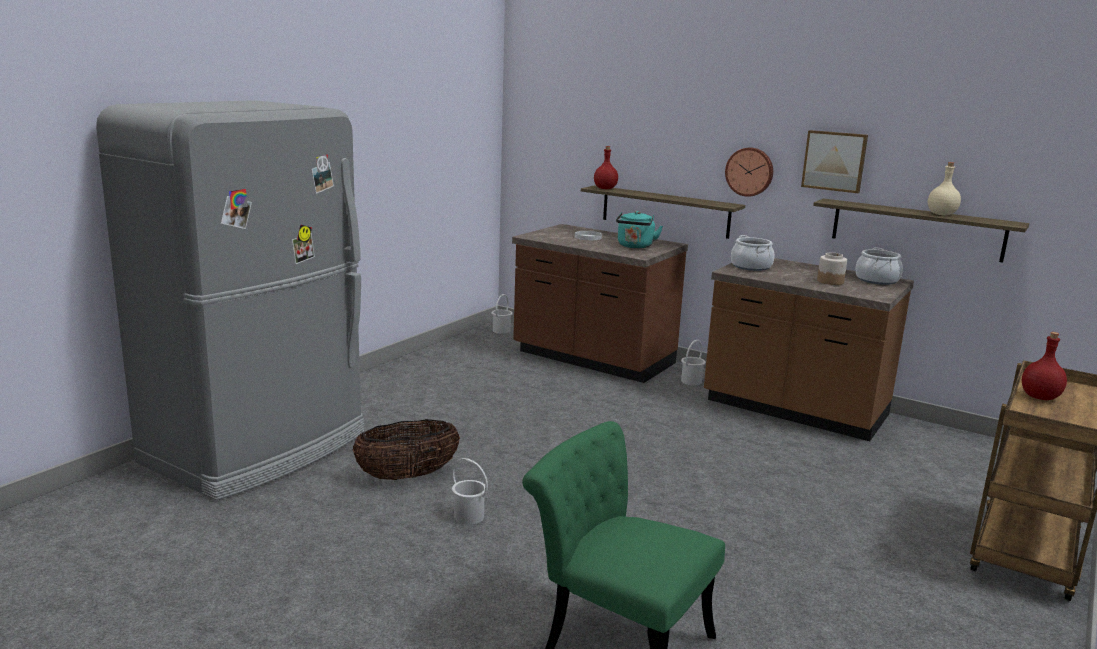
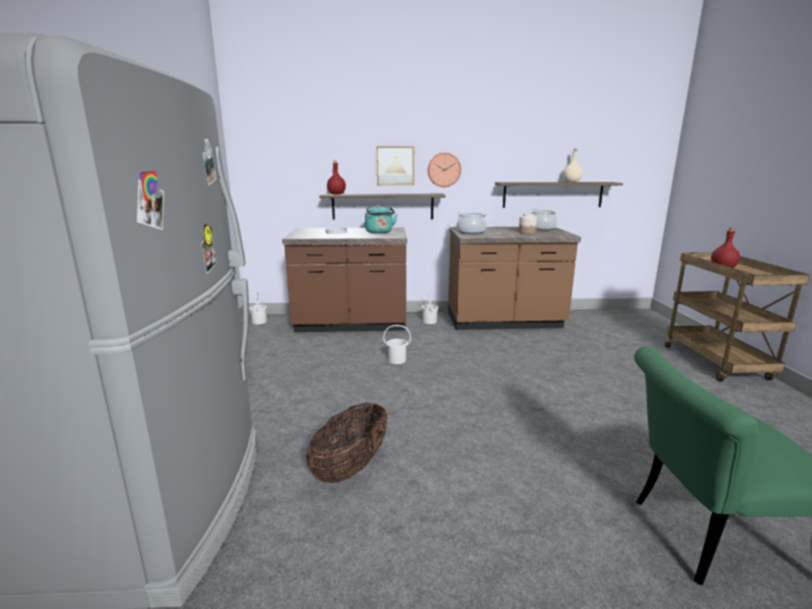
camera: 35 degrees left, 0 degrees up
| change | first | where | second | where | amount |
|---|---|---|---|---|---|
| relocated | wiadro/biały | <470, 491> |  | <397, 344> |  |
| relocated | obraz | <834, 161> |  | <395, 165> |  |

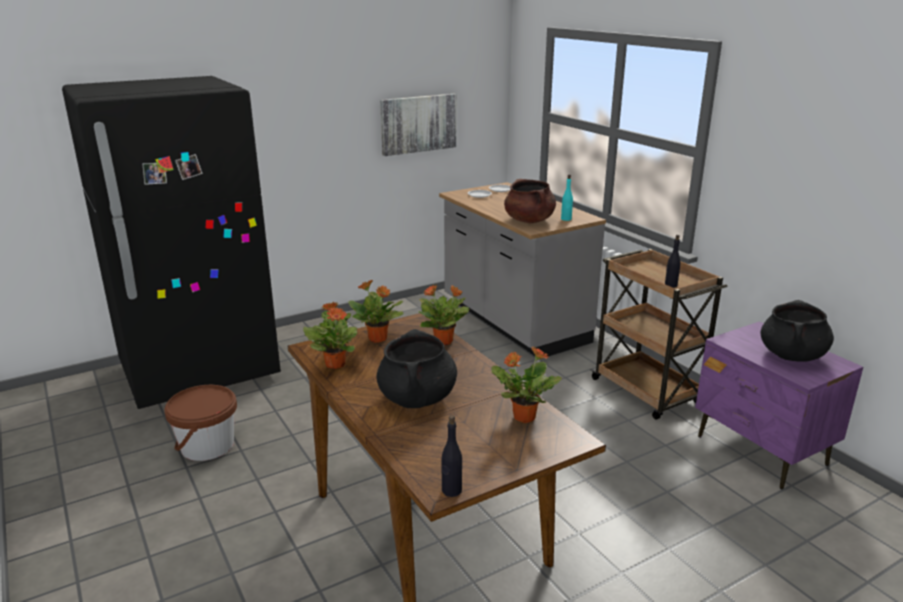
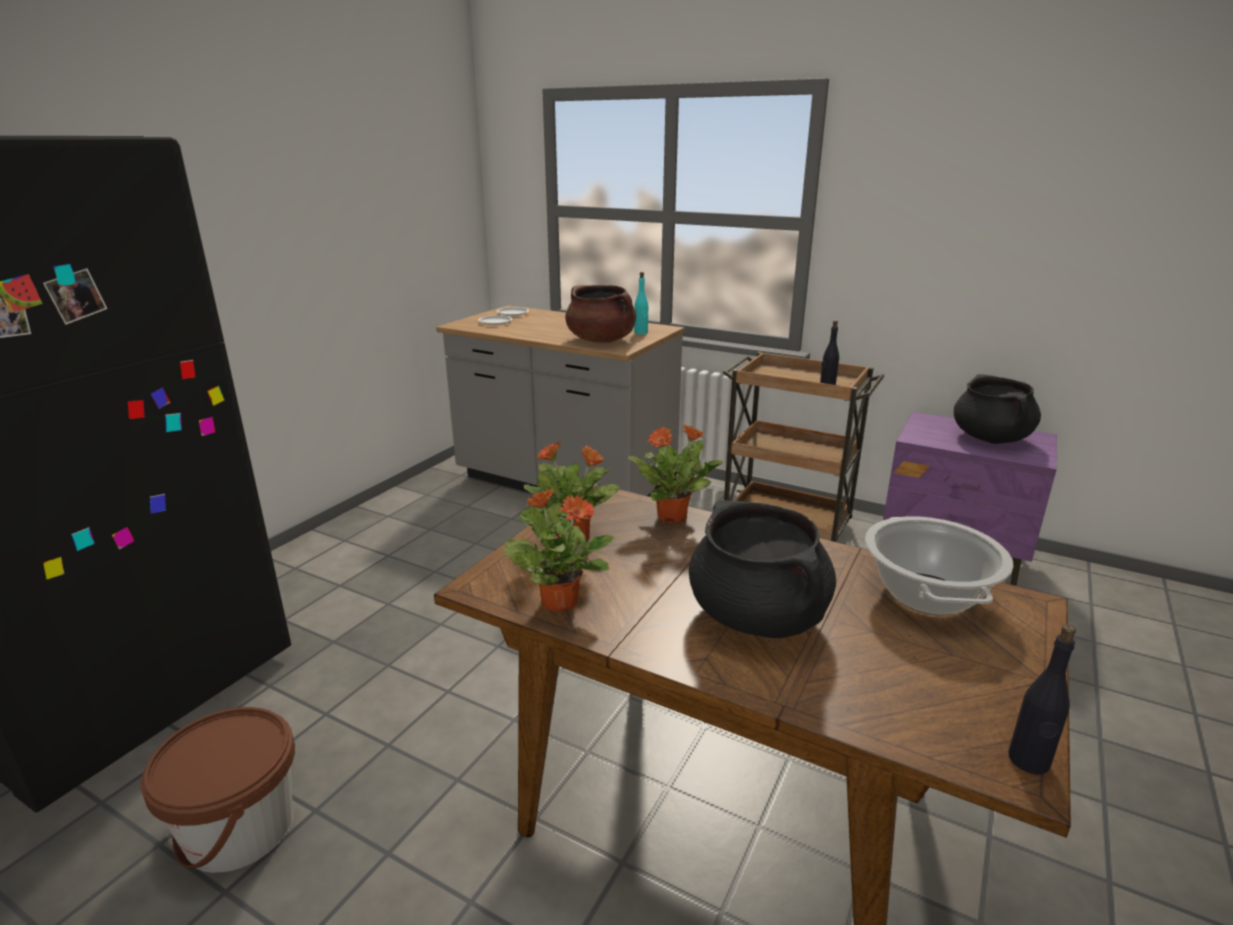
camera: 30 degrees left, 0 degrees up
| change | first | where | second | where | amount |
|---|---|---|---|---|---|
| missing | obraz | <418, 125> |  |  |  |
| exchanged | roślina doniczkowa | <526, 385> | garnek | <939, 565> |  |

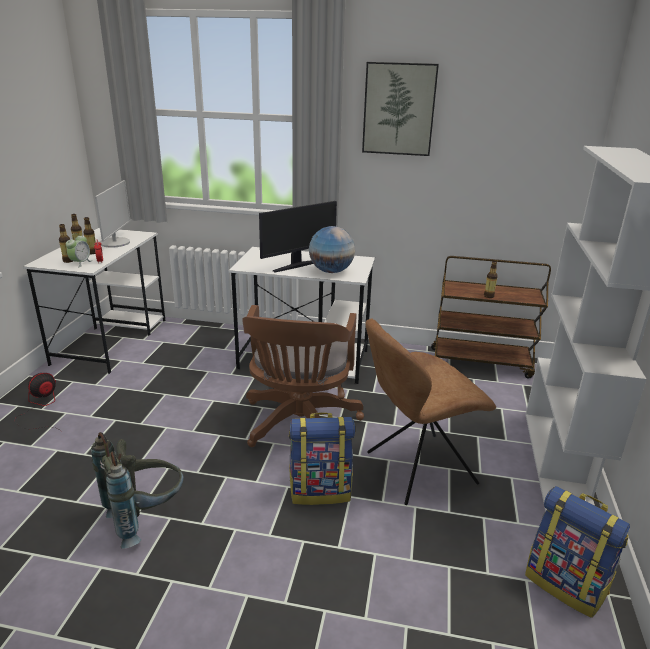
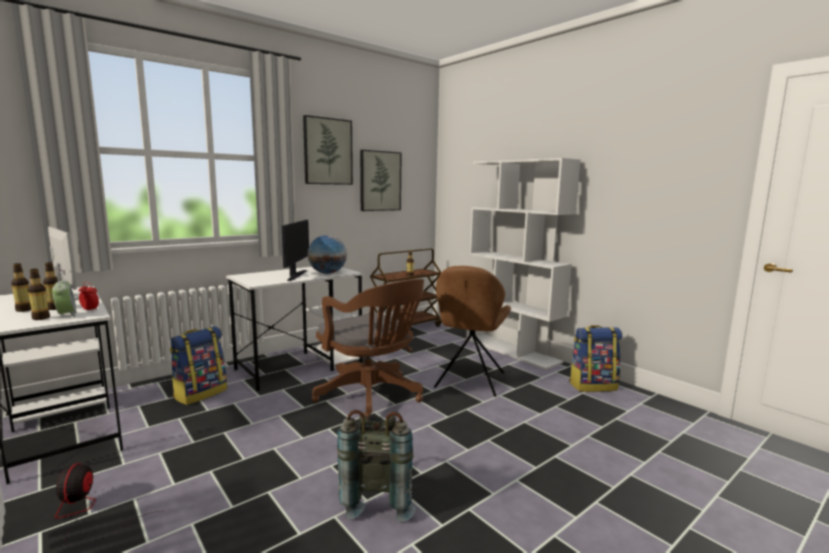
camera: 50 degrees left, 15 degrees down
| change | first | where | second | where | amount |
|---|---|---|---|---|---|
| appeared |  |  | obraz | <381, 180> |  |
| relocated | plecak | <322, 458> |  | <198, 365> |  |

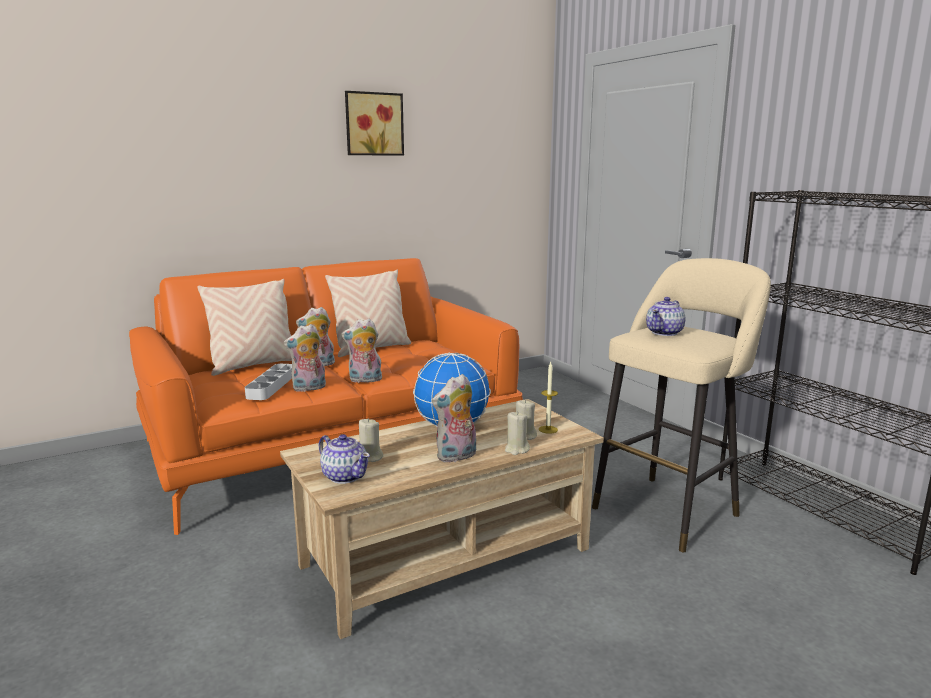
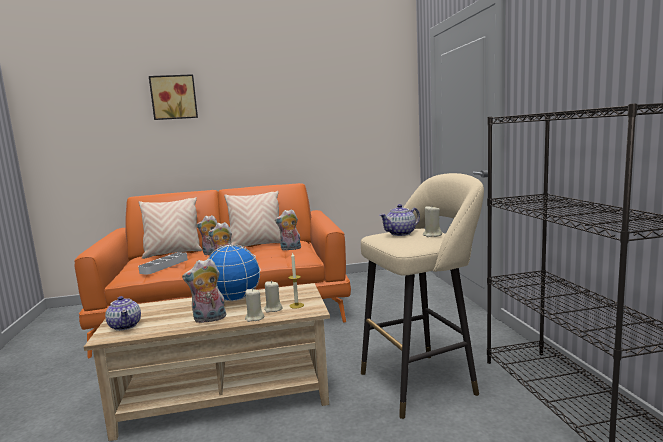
camera: 20 degrees right, 5 degrees down
| change | first | where | second | where | amount |
|---|---|---|---|---|---|
| relocated | pluszak | <305, 358> |  | <288, 230> |  |
| relocated | obraz | <374, 123> |  | <173, 97> |  |
| relocated | świeca/beżowy | <371, 440> |  | <432, 221> |  |

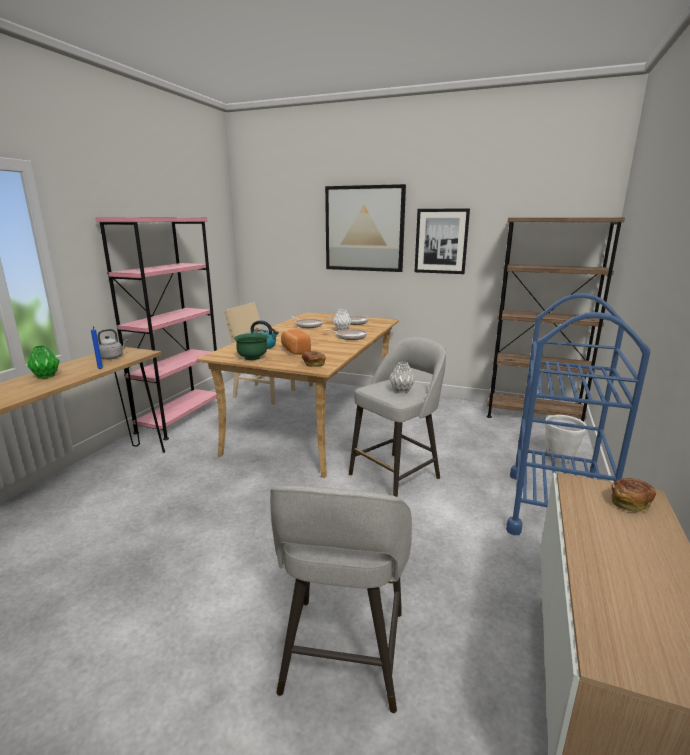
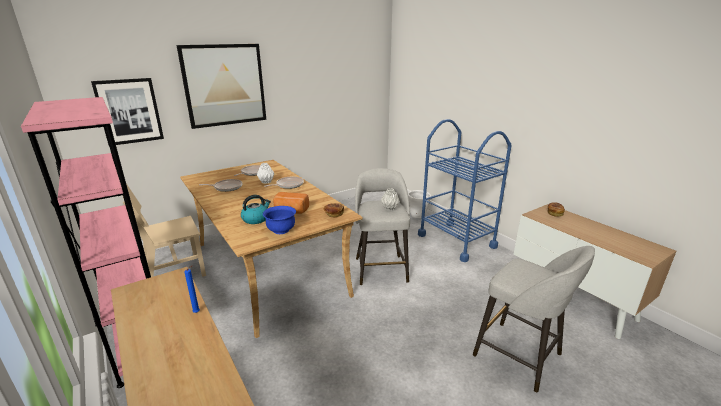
camera: 55 degrees left, 5 degrees up
| change | first | where | second | where | amount |
|---|---|---|---|---|---|
| missing | wazon/zielony | <43, 362> |  |  |  |
| missing | czajnik/szary | <112, 344> |  |  |  |
| missing | regał/brązowy | <556, 320> |  |  |  |
| relocated | obraz | <442, 241> |  | <127, 111> |  |
| colour | miska/zielony | <251, 346> | miska/niebieski | <279, 220> |  |

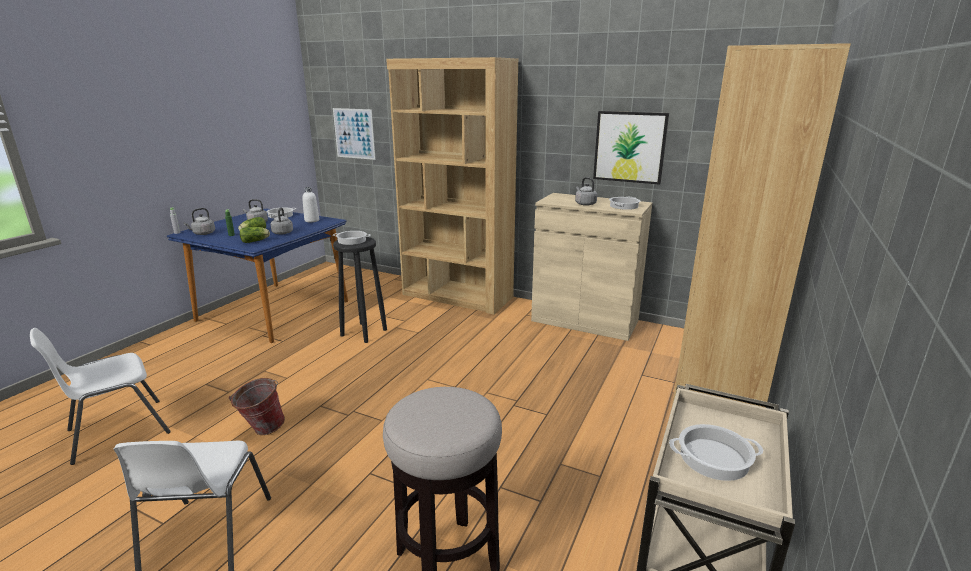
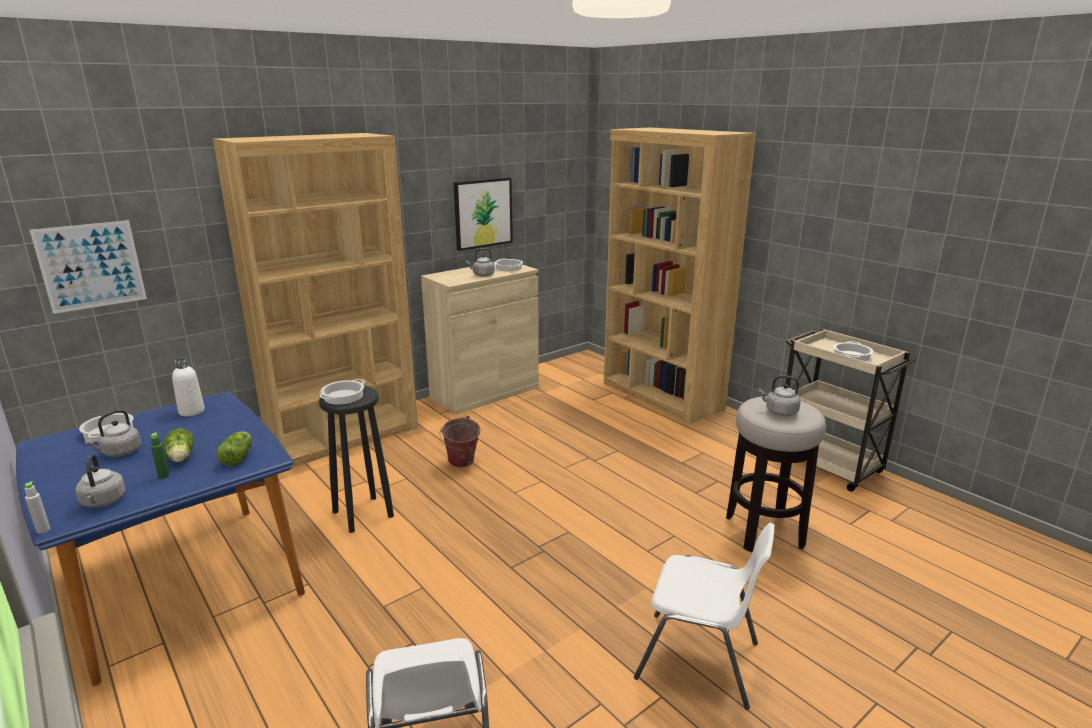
camera: 65 degrees left, 0 degrees up
| change | first | where | second | where | amount |
|---|---|---|---|---|---|
| relocated | wiadro | <257, 406> |  | <460, 441> |  |
| relocated | czajnik/szary | <281, 221> |  | <780, 395> |  |

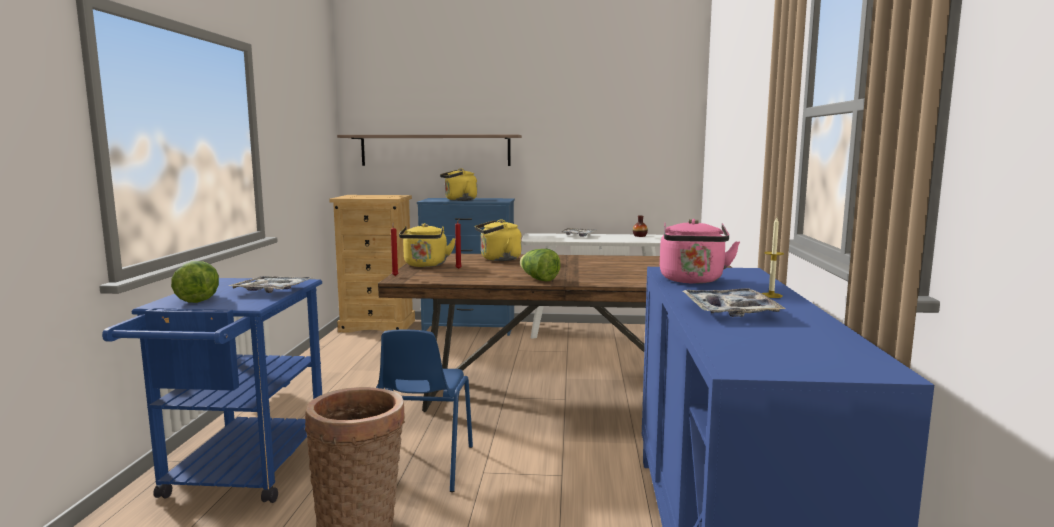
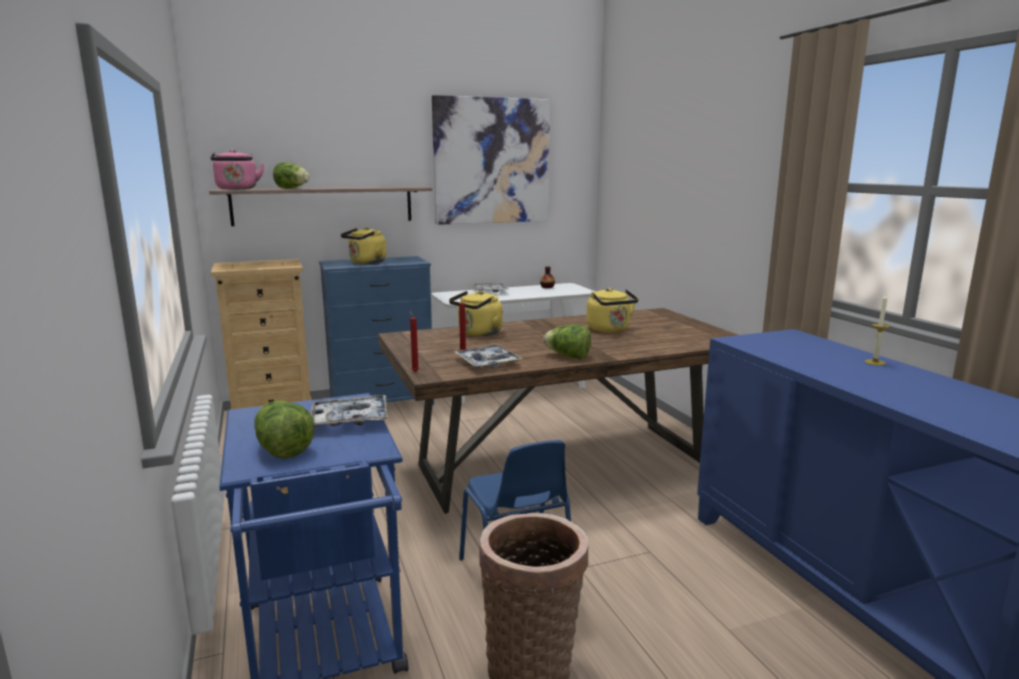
camera: 25 degrees left, 5 degrees up
| change | first | where | second | where | amount |
|---|---|---|---|---|---|
| appeared |  |  | sałata | <291, 175> |  |
| appeared |  |  | obraz | <491, 160> |  |
| relocated | czajnik/żółty | <427, 245> |  | <612, 310> |  |
| relocated | czajnik/różowy | <700, 251> |  | <237, 169> |  |
| relocated | taca | <734, 302> |  | <489, 356> |  |

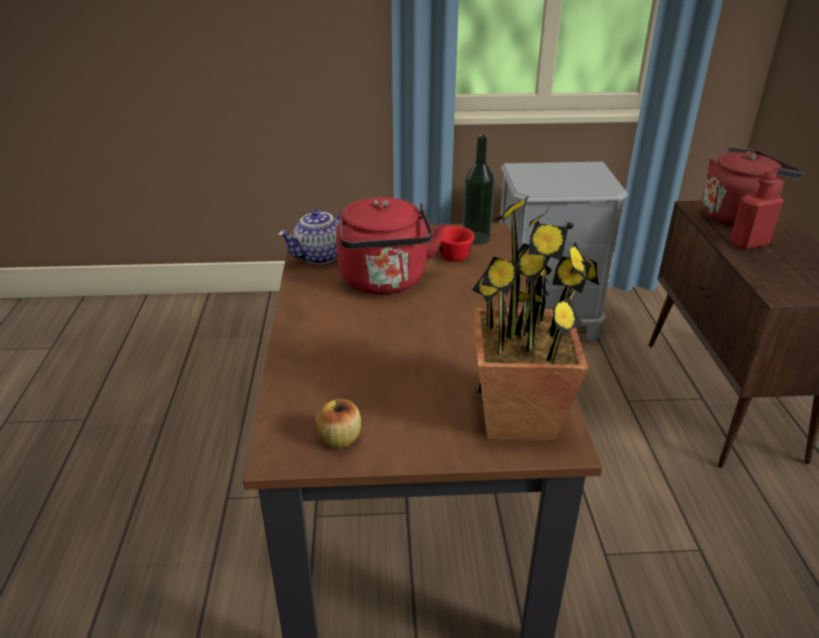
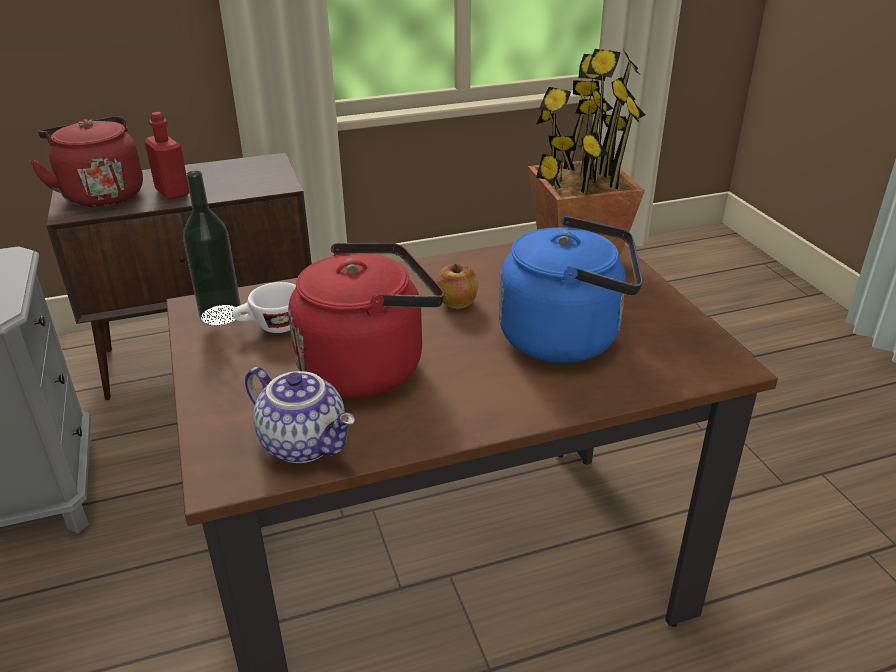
camera: 105 degrees left, 0 degrees up
| change | first | where | second | where | amount |
|---|---|---|---|---|---|
| appeared |  |  | czajnik/niebieski | <570, 289> |  |
| relocated | jabłko | <338, 423> |  | <457, 286> |  |
| colour | filiżanka/czerwony | <456, 243> | filiżanka/biały | <264, 307> |  |

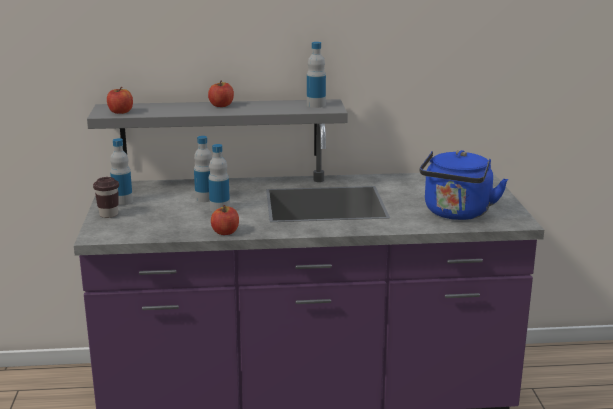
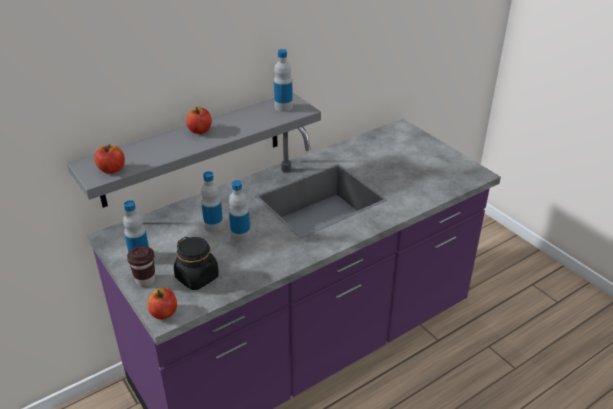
camera: 30 degrees left, 15 degrees up
| change | first | where | second | where | amount |
|---|---|---|---|---|---|
| missing | czajnik/niebieski | <463, 185> |  |  |  |
| appeared |  |  | słoik/czarny | <196, 263> |  |
| relocated | jabłko | <225, 220> |  | <162, 304> |  |

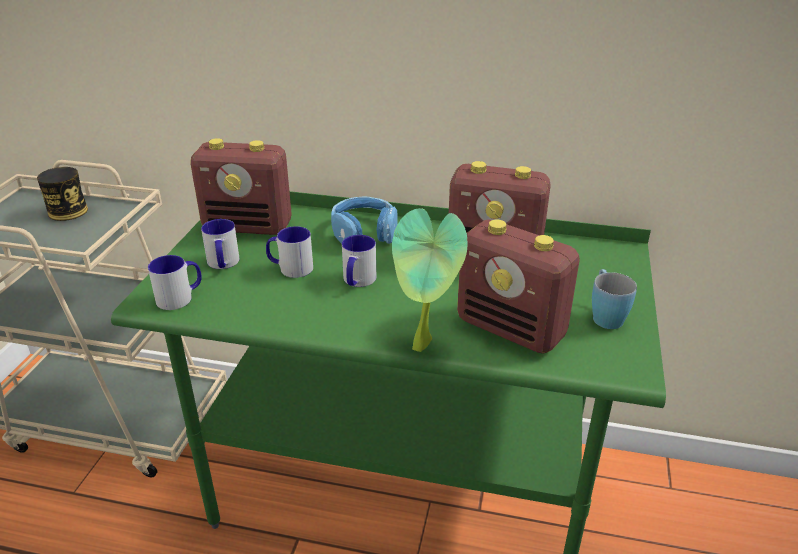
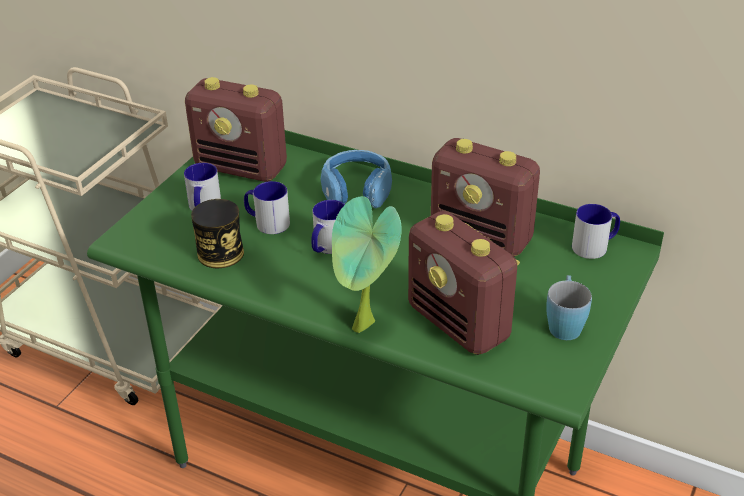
camera: 15 degrees right, 5 degrees up
| change | first | where | second | where | amount |
|---|---|---|---|---|---|
| relocated | puszka | <62, 194> |  | <217, 233> |  |
| relocated | kubek | <175, 282> |  | <596, 231> |  |

